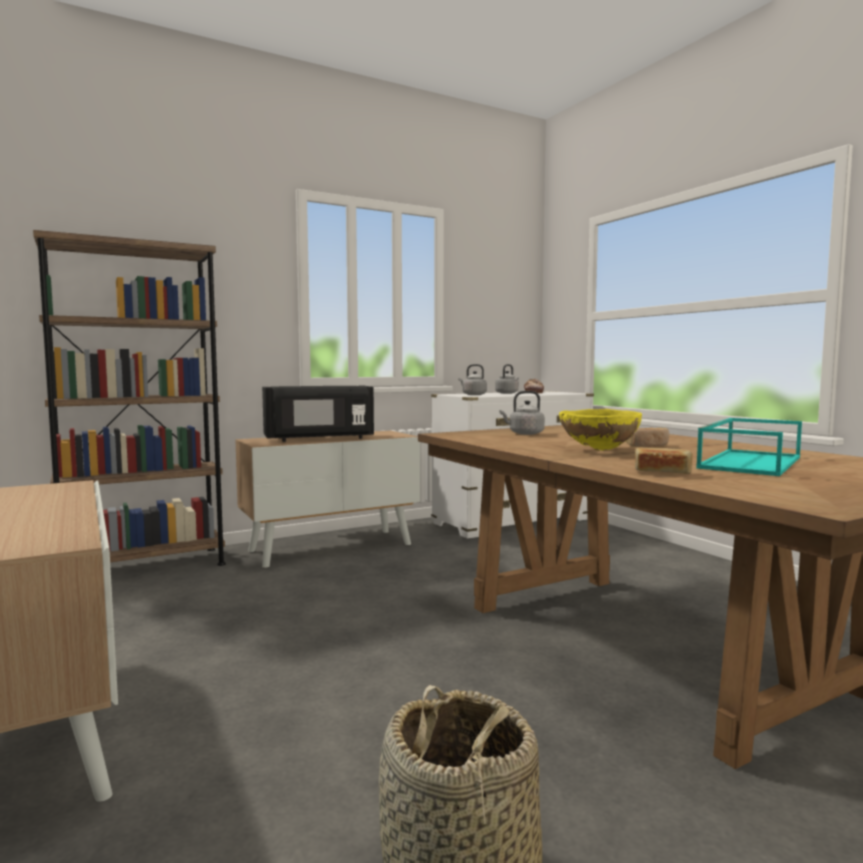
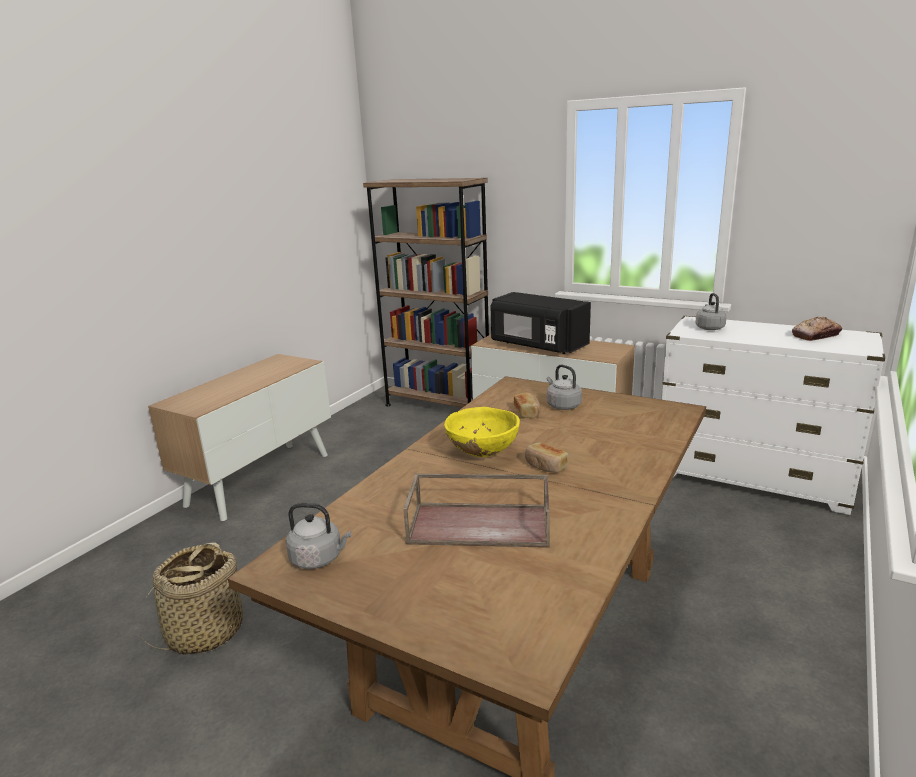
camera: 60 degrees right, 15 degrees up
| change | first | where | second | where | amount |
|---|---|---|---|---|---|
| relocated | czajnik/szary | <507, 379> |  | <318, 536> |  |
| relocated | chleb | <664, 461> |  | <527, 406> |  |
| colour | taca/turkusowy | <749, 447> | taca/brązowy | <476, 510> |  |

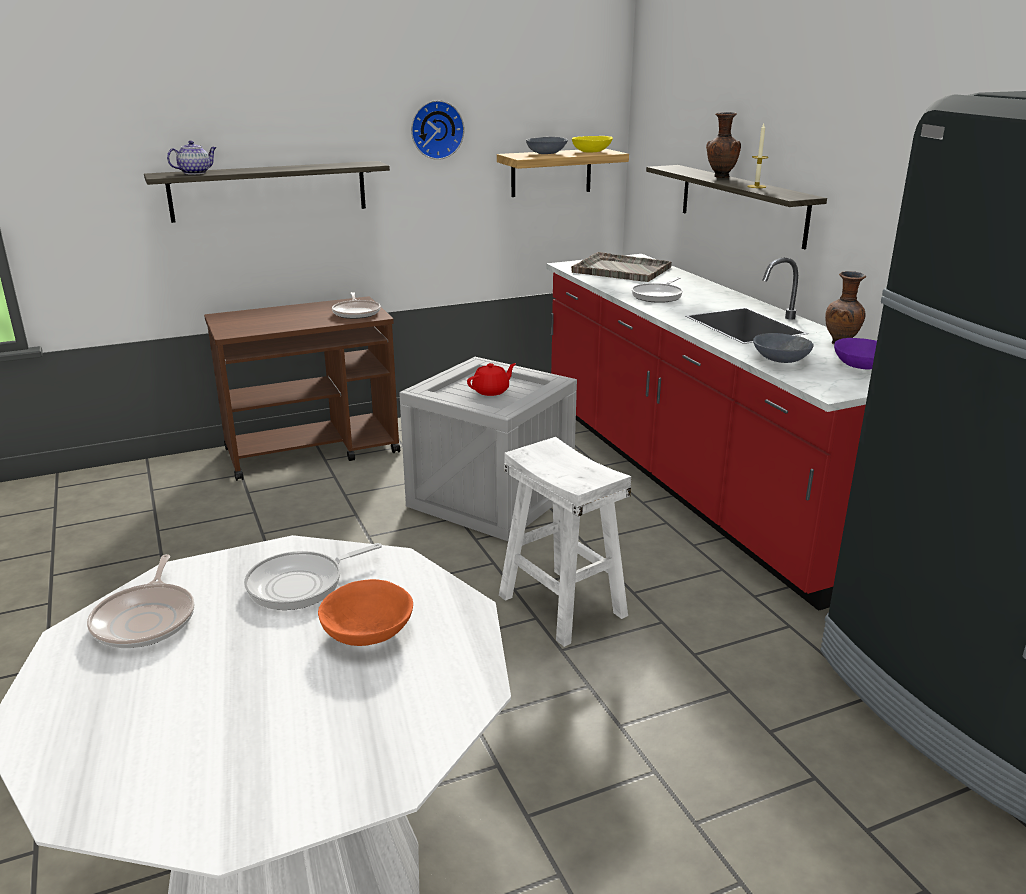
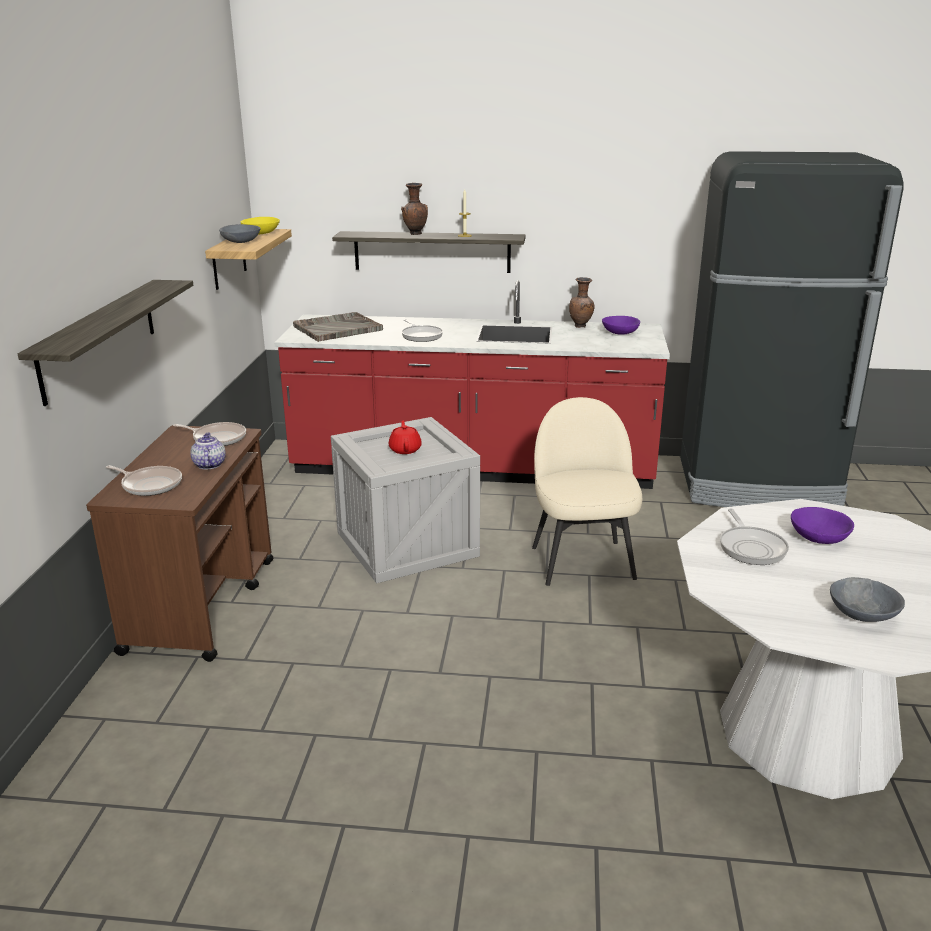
camera: 60 degrees left, 0 degrees up
| change | first | where | second | where | amount |
|---|---|---|---|---|---|
| missing | zegar ścienny | <437, 130> |  |  |  |
| relocated | patelnia | <141, 601> |  | <144, 480> |  |
| relocated | imbryk | <192, 158> |  | <208, 451> |  |
| relocated | miska/szary | <783, 348> |  | <867, 599> |  |
| exchanged | stołek/biały | <565, 542> | krzesło/beżowy | <587, 491> |  |
| colour | miska/pomarańczowy | <365, 612> | miska/fioletowy | <822, 525> |  |

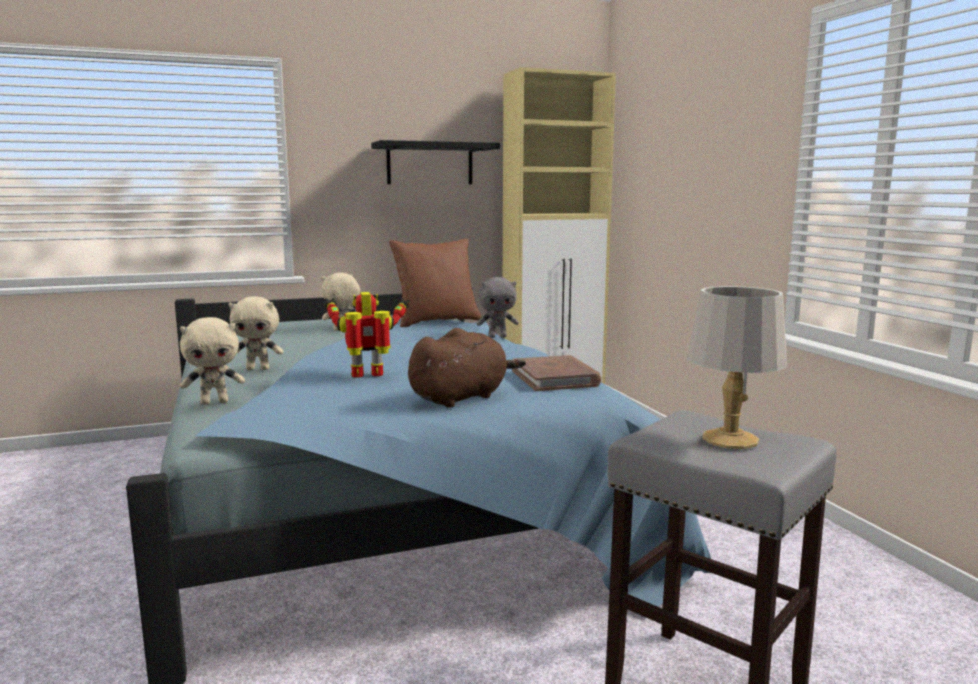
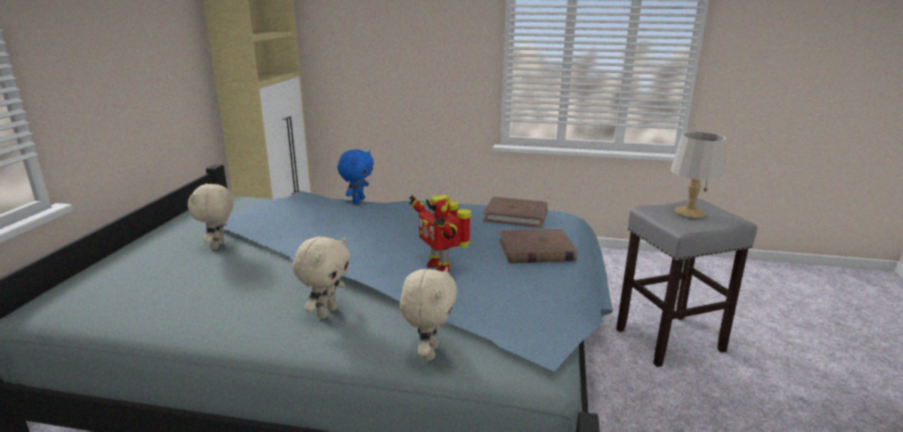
camera: 60 degrees left, 10 degrees up
| change | first | where | second | where | amount |
|---|---|---|---|---|---|
| missing | półka/czarny | <435, 162> |  |  |  |
| missing | poduszka/brązowy | <435, 283> |  |  |  |
| exchanged | pluszak/brązowy | <467, 368> | książka/brązowy | <538, 246> |  |
| colour | pluszak/szary | <498, 307> | pluszak/niebieski | <356, 176> |  |
| spun | robot zabawkowy | <367, 335> |  | <440, 233> | 45 degrees counterclockwise |

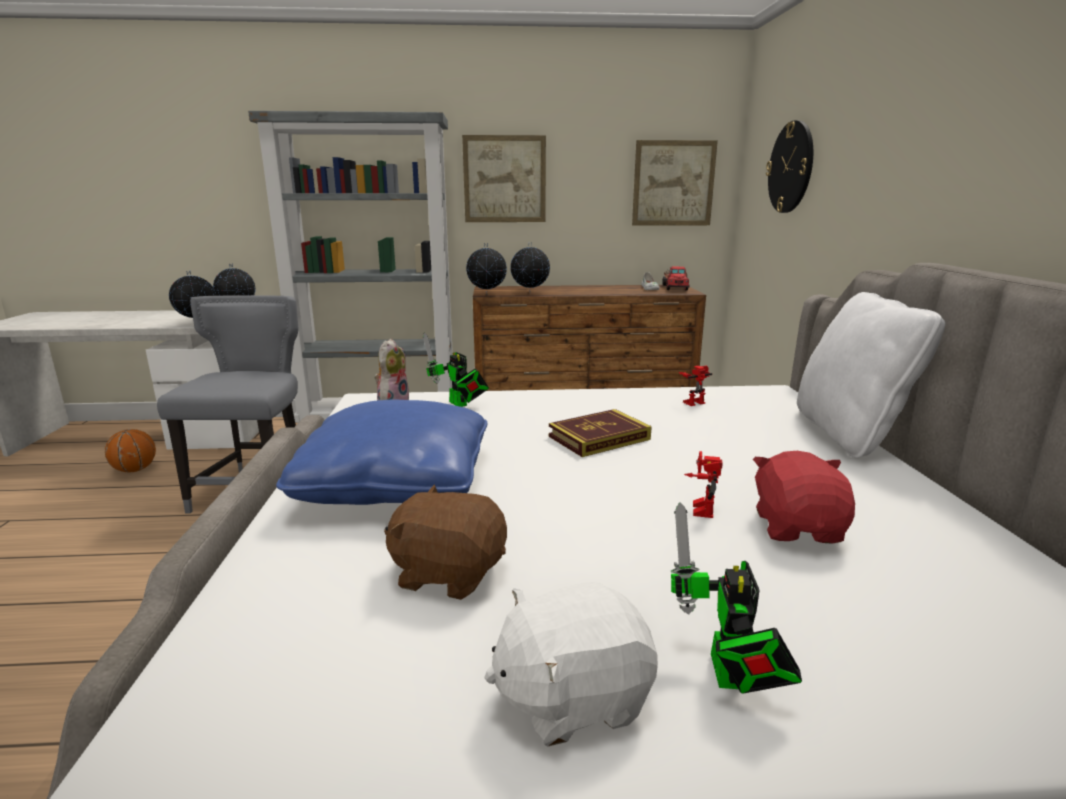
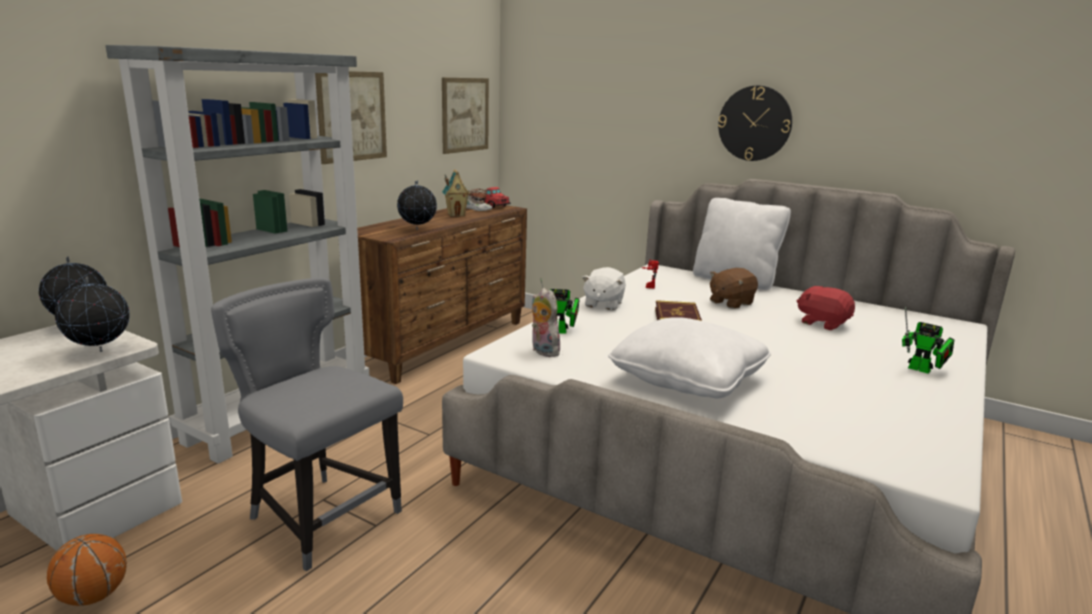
camera: 55 degrees left, 0 degrees up
| change | first | where | second | where | amount |
|---|---|---|---|---|---|
| missing | globus | <486, 268> |  |  |  |
| missing | robot zabawkowy | <703, 484> |  |  |  |
| appeared |  |  | domek | <456, 193> |  |
| relocated | pluszak/brązowy | <445, 542> |  | <734, 288> |  |
| relocated | pluszak/biały | <571, 664> |  | <604, 288> |  |
| relocated | zegar ścienny | <789, 166> |  | <755, 123> |  |
| colour | poduszka/niebieski | <381, 452> | poduszka/biały | <689, 357> |  |

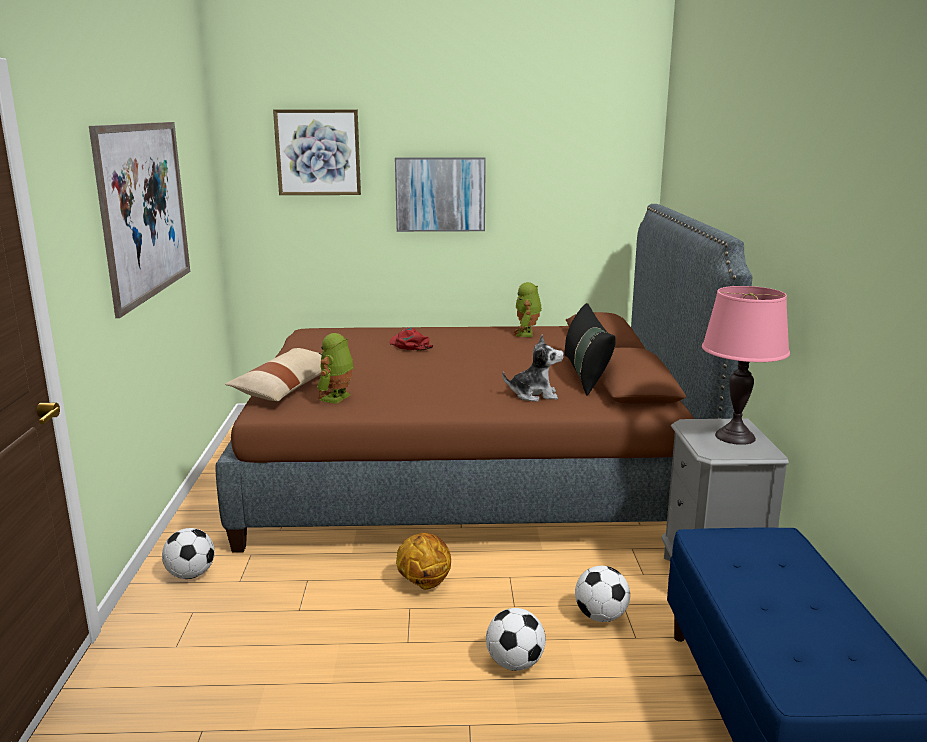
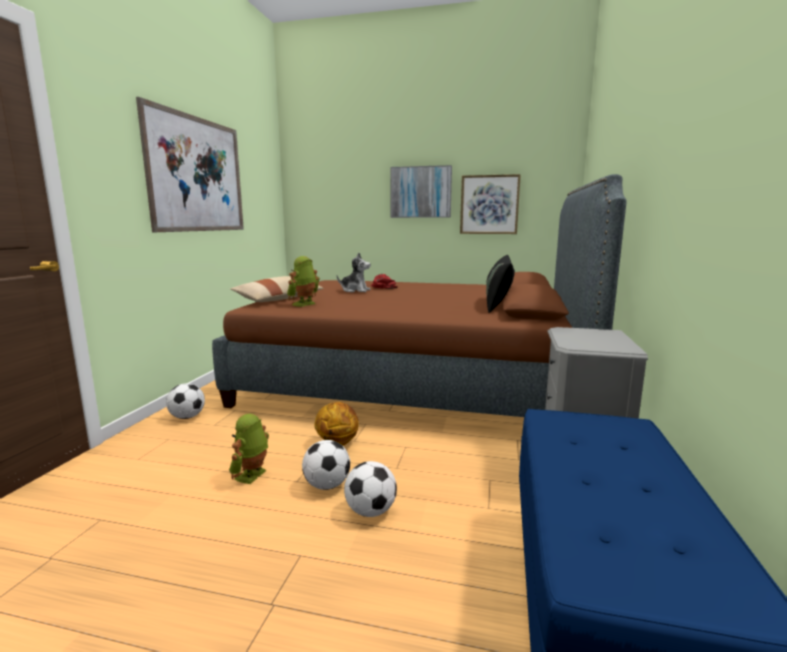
camera: 15 degrees right, 5 degrees down
| change | first | where | second | where | amount |
|---|---|---|---|---|---|
| missing | lampa stołowa/różowy | <746, 365> |  |  |  |
| relocated | obraz | <317, 152> |  | <490, 204> |  |
| relocated | pluszak | <533, 368> |  | <354, 272> |  |
| relocated | robot zabawkowy | <527, 309> |  | <249, 449> |  |
| relocated | piłka futbolowa | <602, 594> |  | <326, 465> |  |

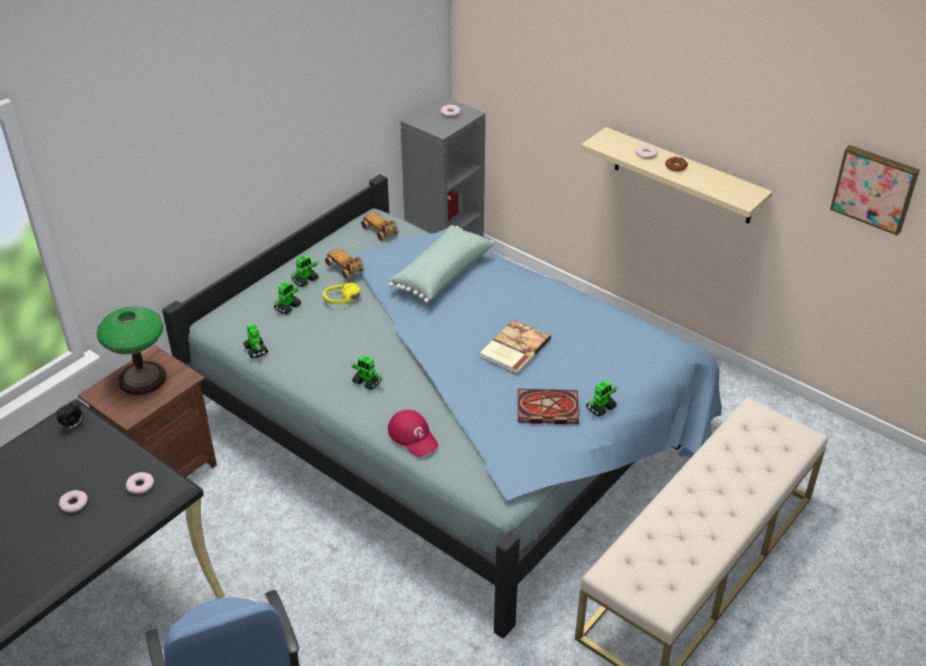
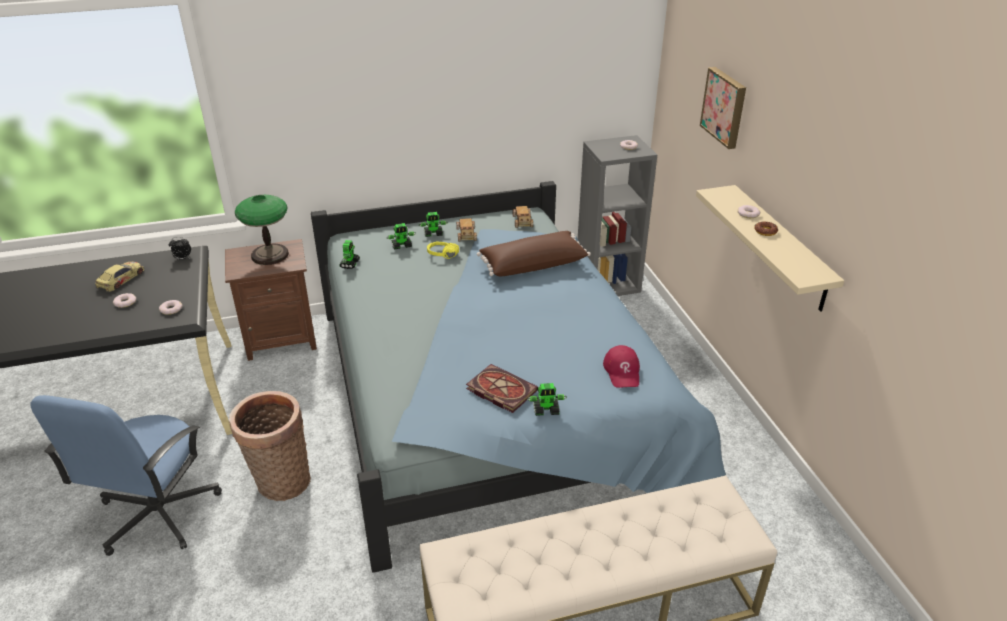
camera: 35 degrees right, 5 degrees down
| change | first | where | second | where | amount |
|---|---|---|---|---|---|
| missing | robot zabawkowy | <366, 372> |  |  |  |
| missing | książka | <515, 346> |  |  |  |
| appeared |  |  | samochodzik | <119, 276> |  |
| appeared |  |  | koszyk | <270, 446> |  |
| relocated | czapka z daszkiem/czerwony | <413, 433> |  | <621, 366> |  |
| relocated | obraz | <875, 190> |  | <723, 108> |  |
| colour | poduszka/zielony | <441, 264> | poduszka/brązowy | <534, 253> |  |

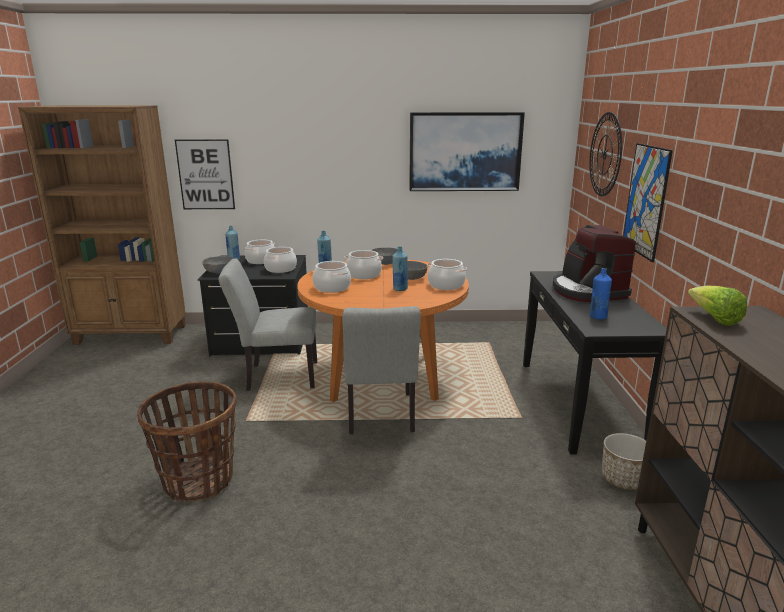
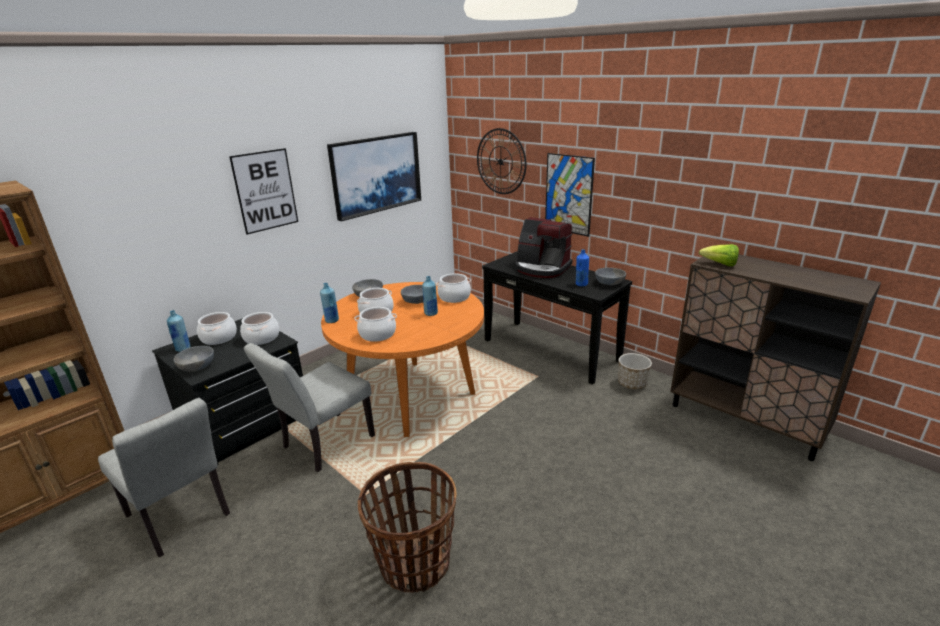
camera: 45 degrees left, 5 degrees up
| change | first | where | second | where | amount |
|---|---|---|---|---|---|
| appeared |  |  | miska/szary | <610, 276> |  |
| relocated | obraz | <205, 174> |  | <263, 191> |  |
| relocated | krzesło/szary | <381, 370> |  | <164, 477> |  |

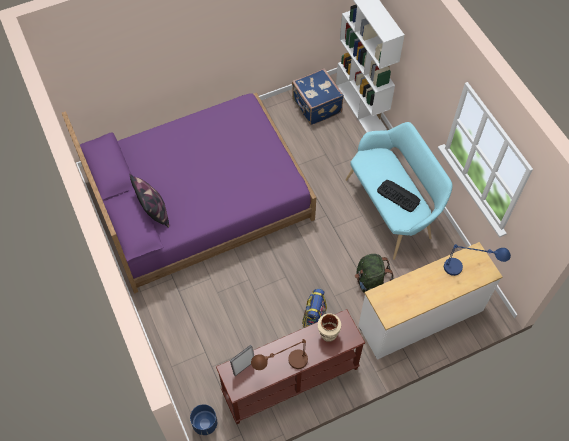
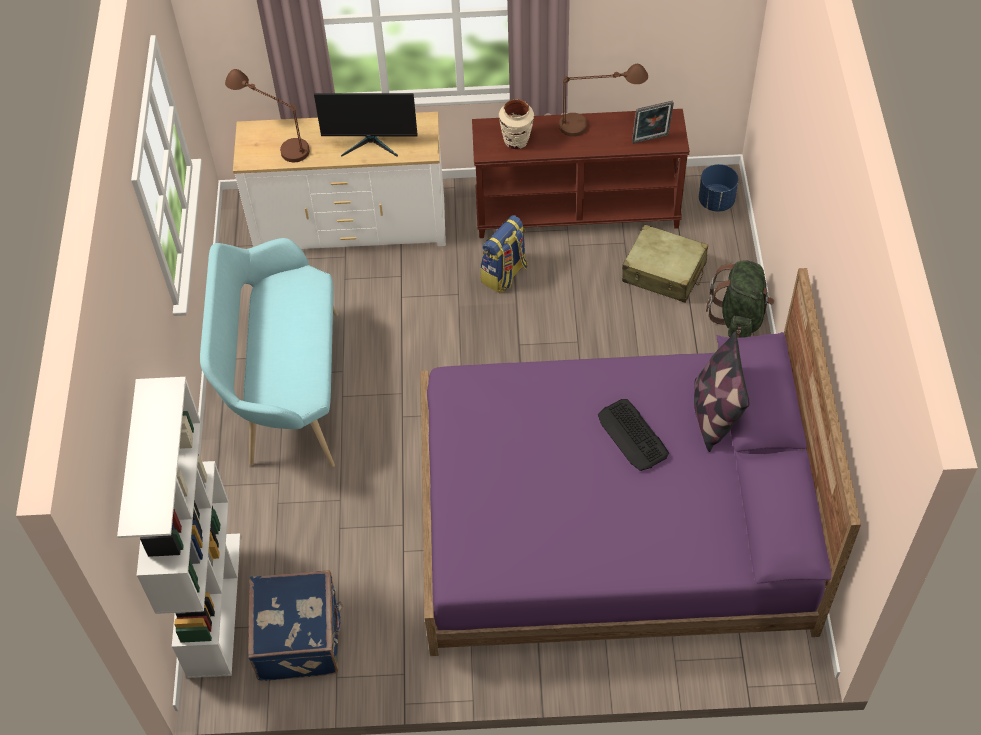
camera: 155 degrees left, 5 degrees down
| change | first | where | second | where | amount |
|---|---|---|---|---|---|
| appeared |  |  | monitor | <366, 125> |  |
| appeared |  |  | walizka/beżowy | <665, 264> |  |
| relocated | plecak/zielony | <374, 273> |  | <740, 299> |  |
| relocated | klawiatura | <398, 196> |  | <633, 435> |  |
| colour | lampa stołowa/niebieski | <477, 260> | lampa stołowa/brązowy | <267, 115> |  |

